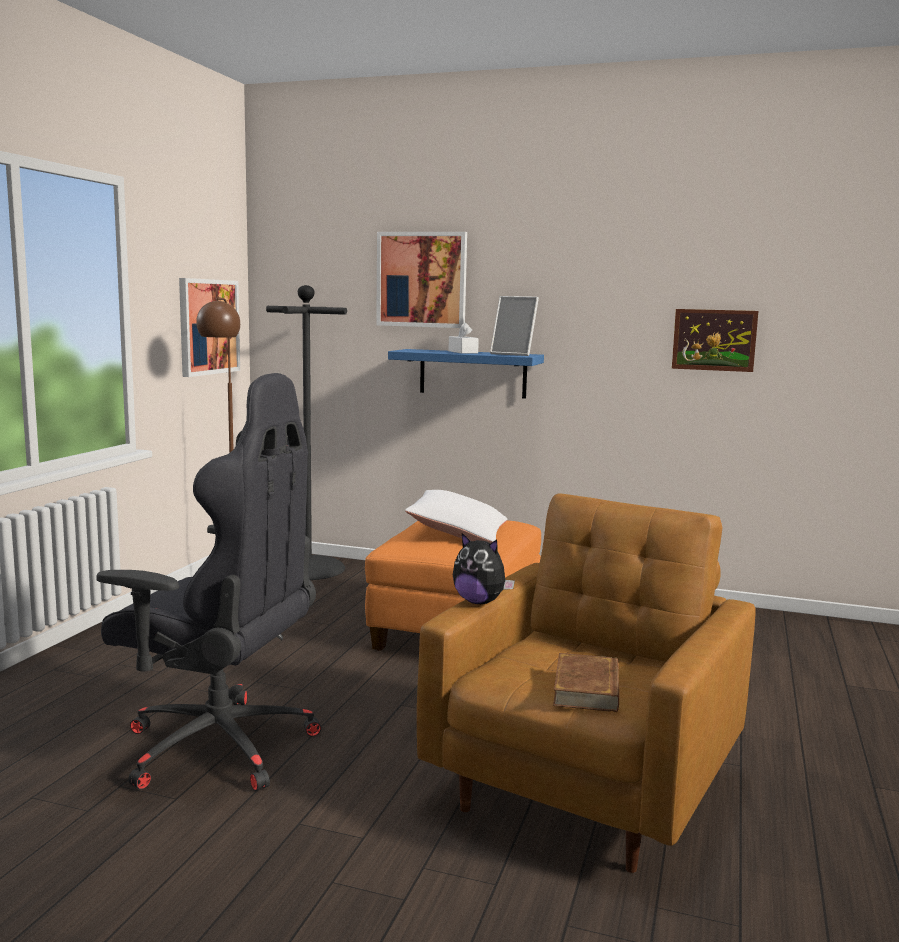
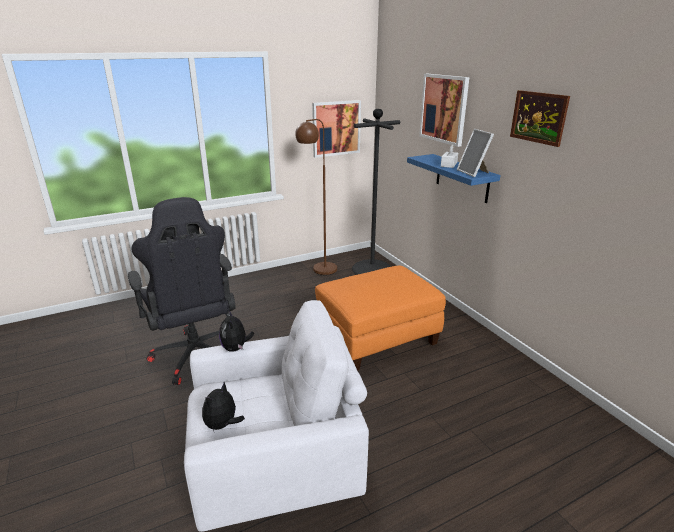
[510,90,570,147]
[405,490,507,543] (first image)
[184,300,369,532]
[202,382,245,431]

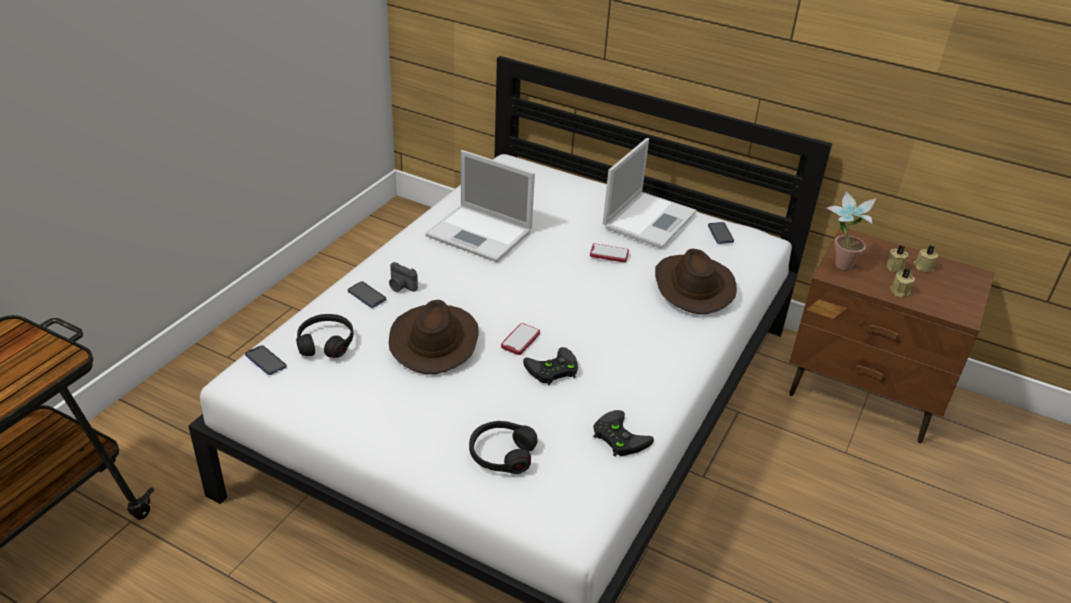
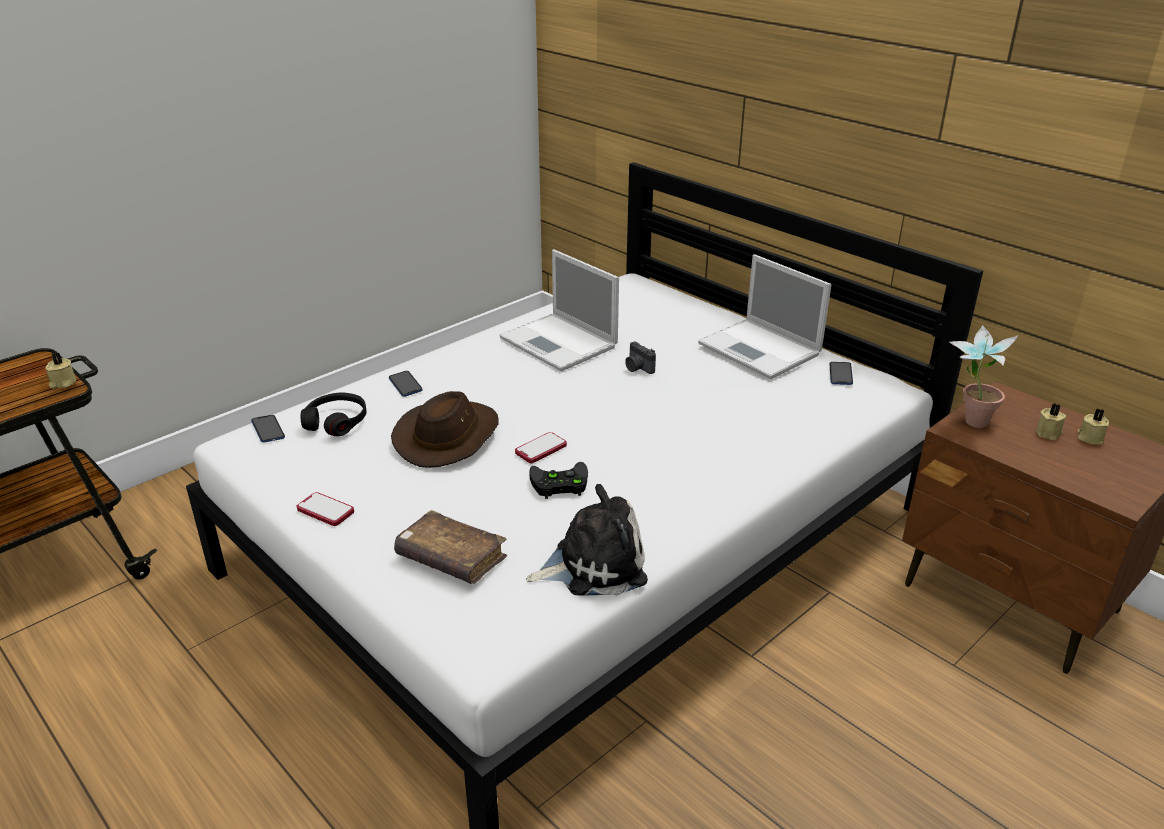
[698,254,831,379]
[297,492,354,526]
[655,249,737,315] (first image)
[625,342,656,374]
[45,353,76,389]
[526,484,648,595]
[394,510,507,584]

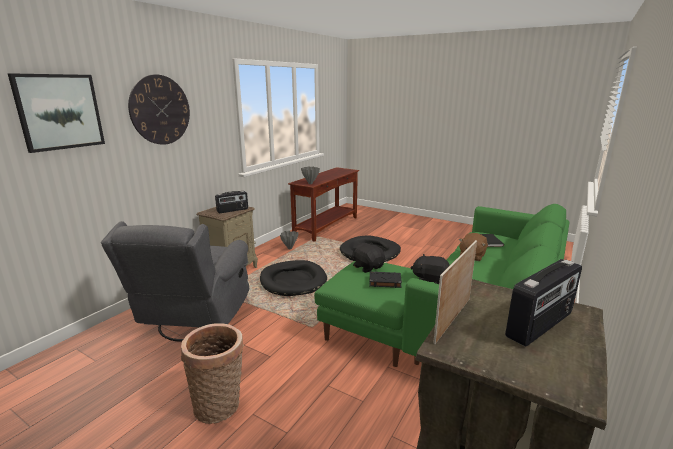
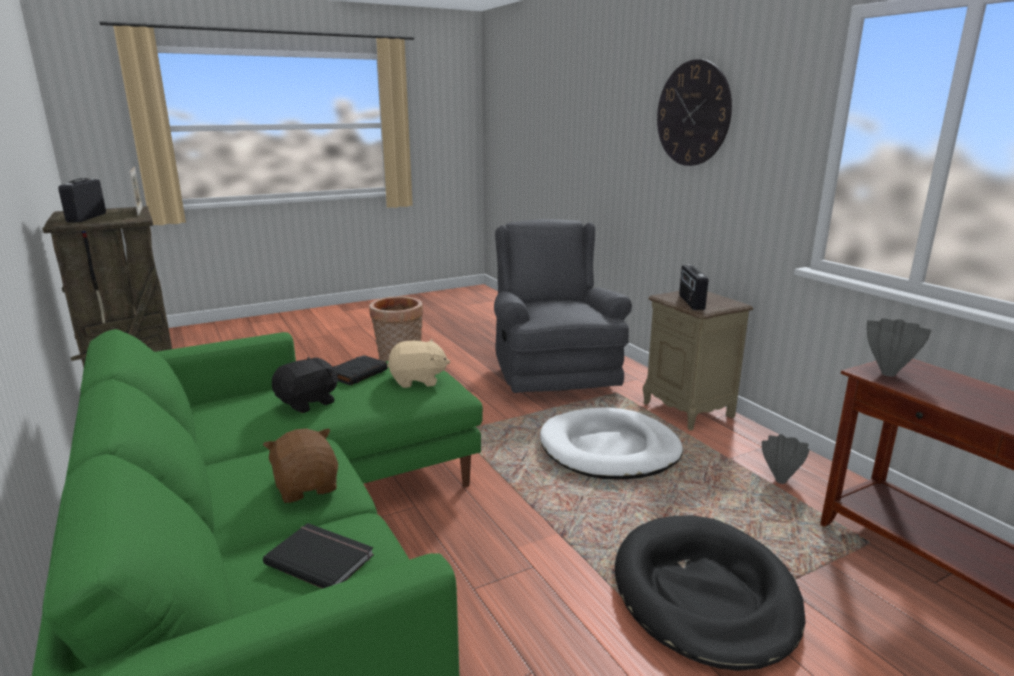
[8,73,105,153] (first image)
[494,219,632,393]
[387,339,450,388]
[540,407,683,479]

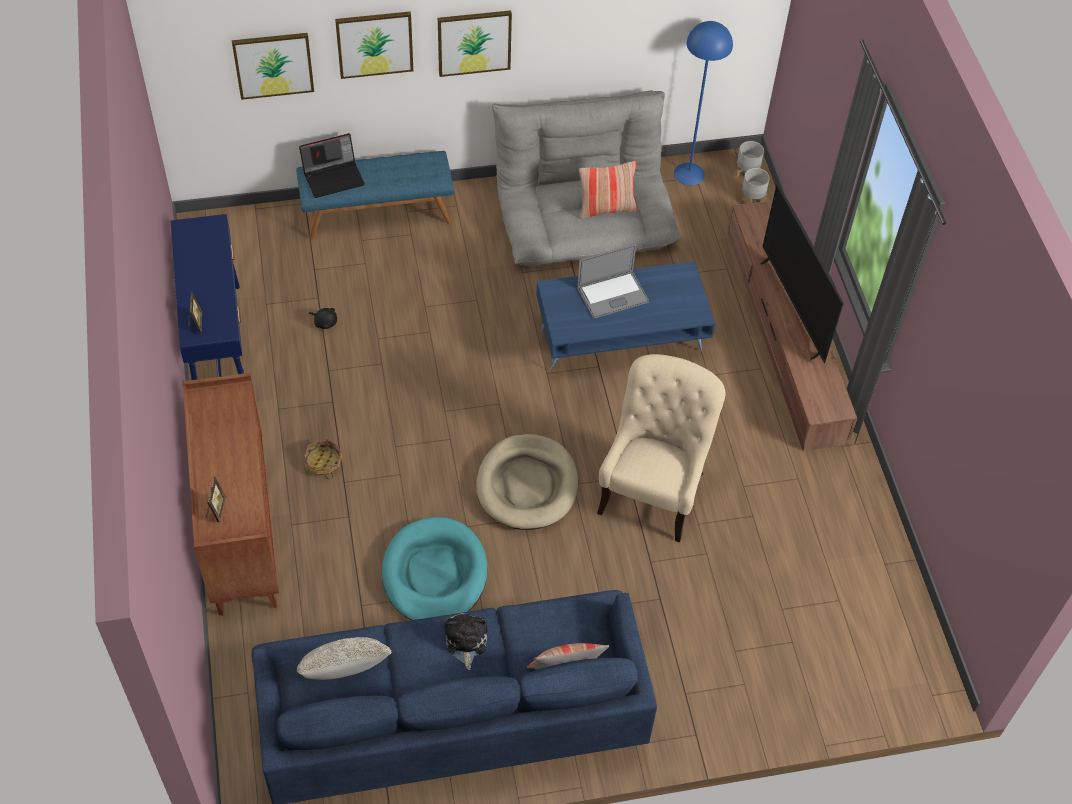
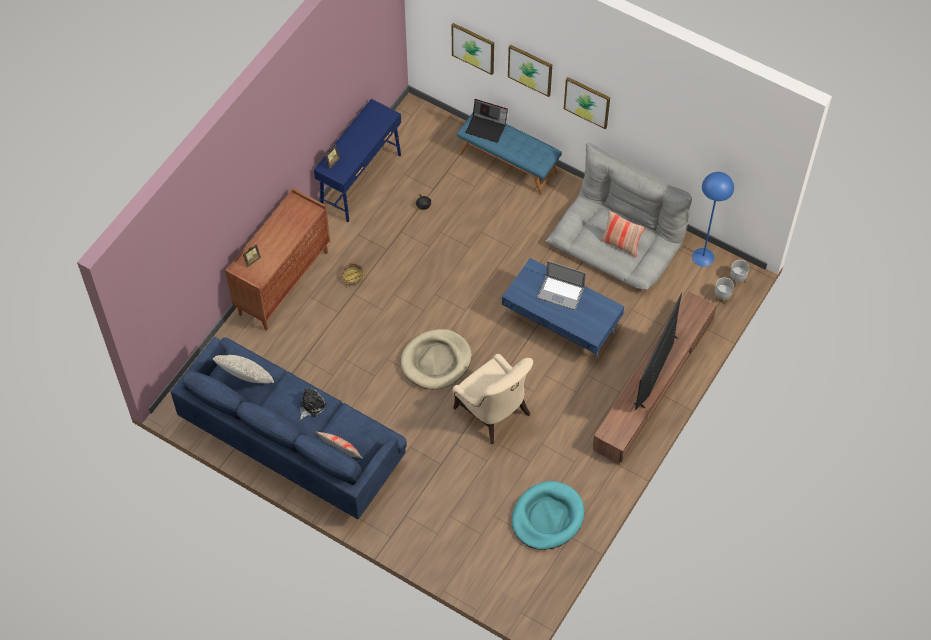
[452,354,533,444]
[512,481,585,550]

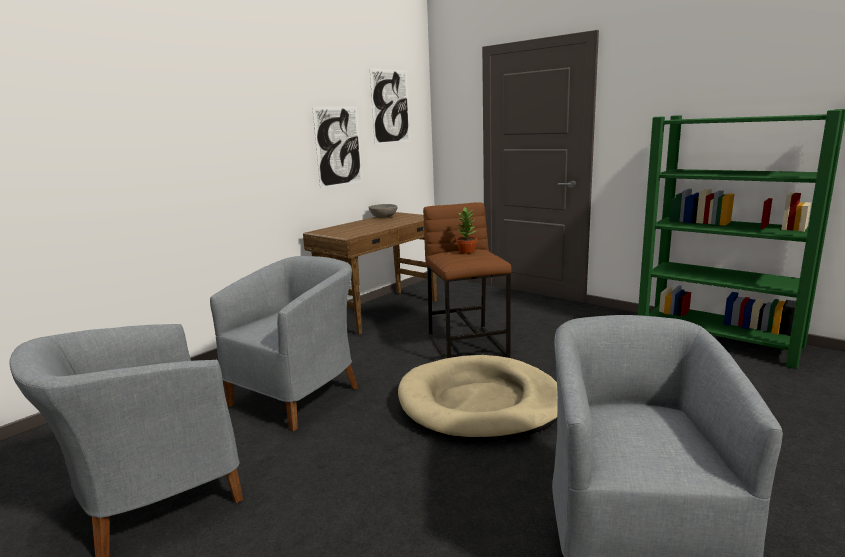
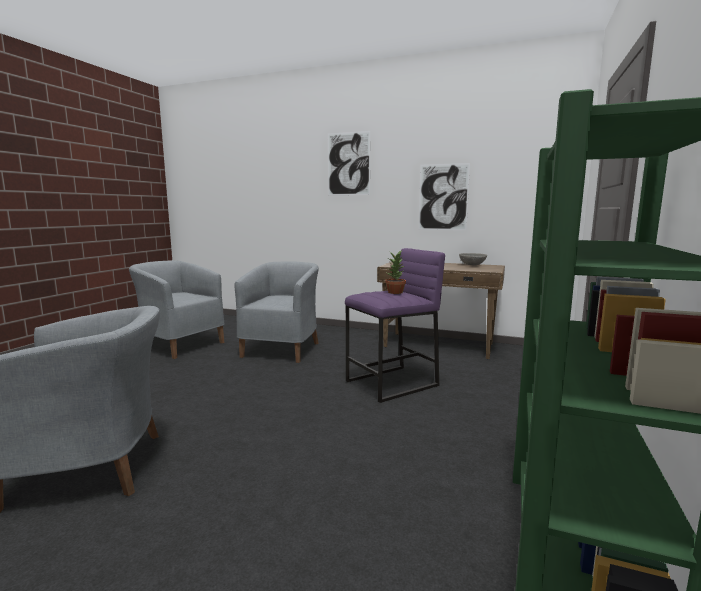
[328,131,371,195]
[345,248,445,403]
[235,261,319,363]
[398,355,558,441] (first image)

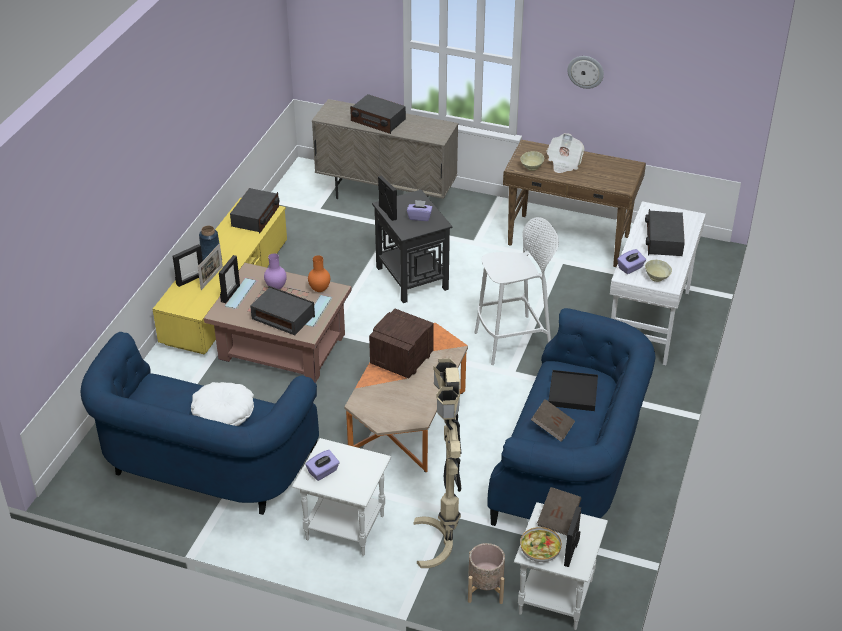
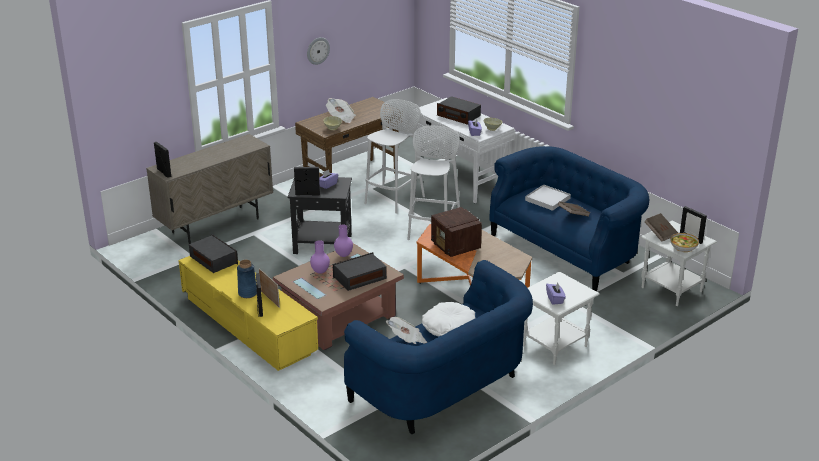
[350,94,406,134] (first image)
[154,142,171,178]
[334,225,353,257]
[414,358,462,568] (first image)
[525,184,571,211]
[468,543,505,604] (first image)
[365,99,425,213]
[386,317,427,344]

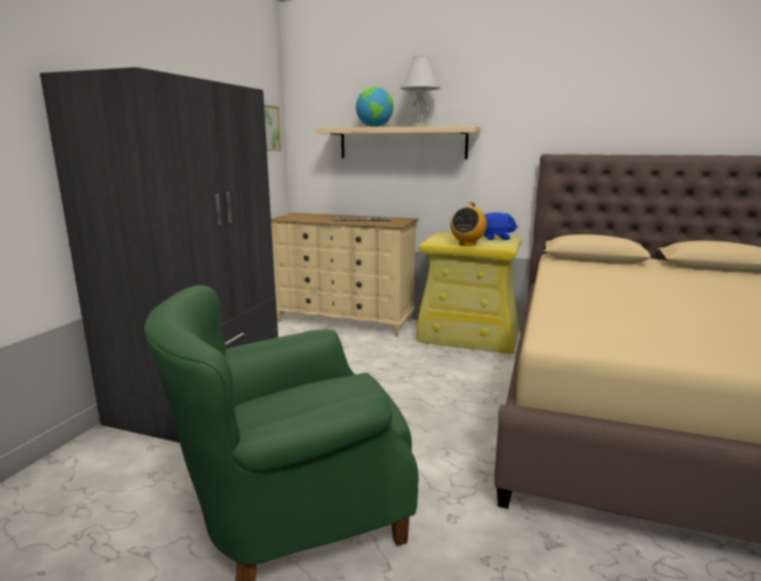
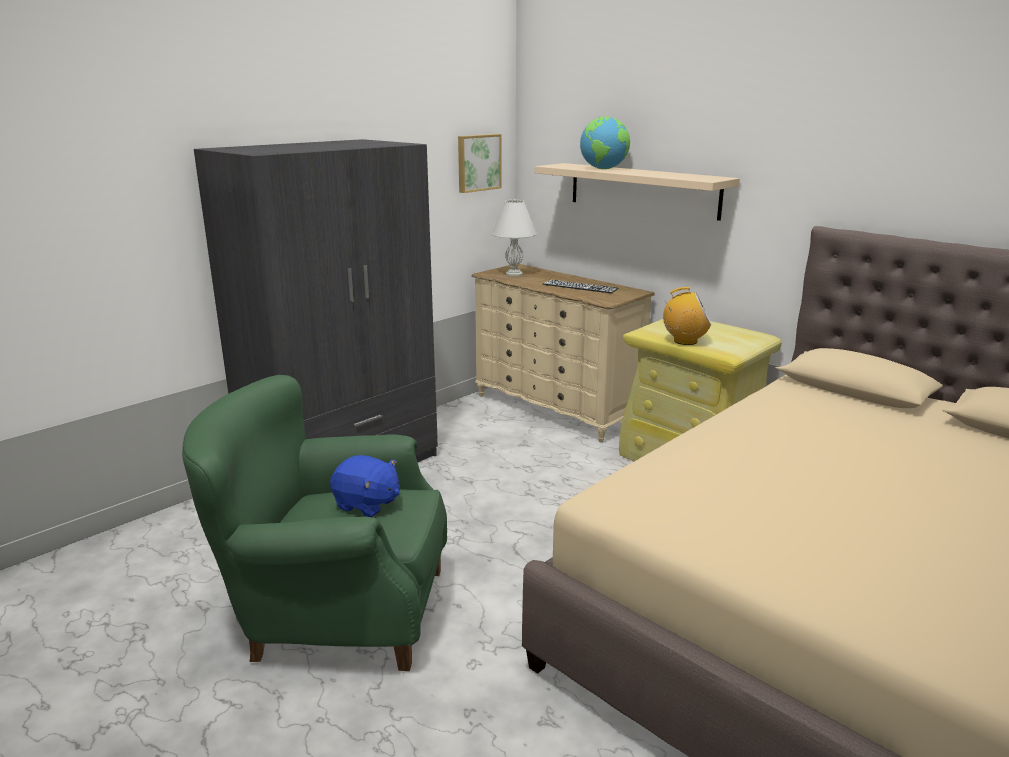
[492,199,537,276]
[663,287,711,345]
[330,455,400,517]

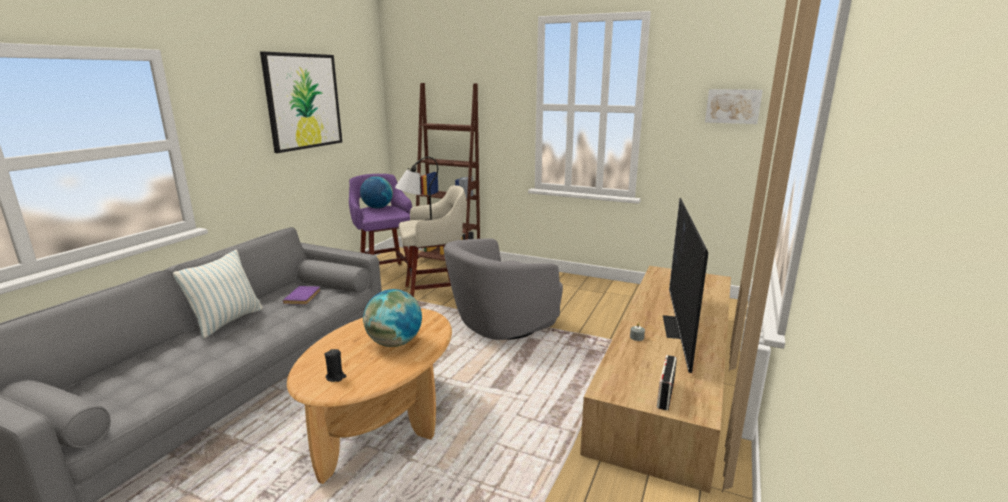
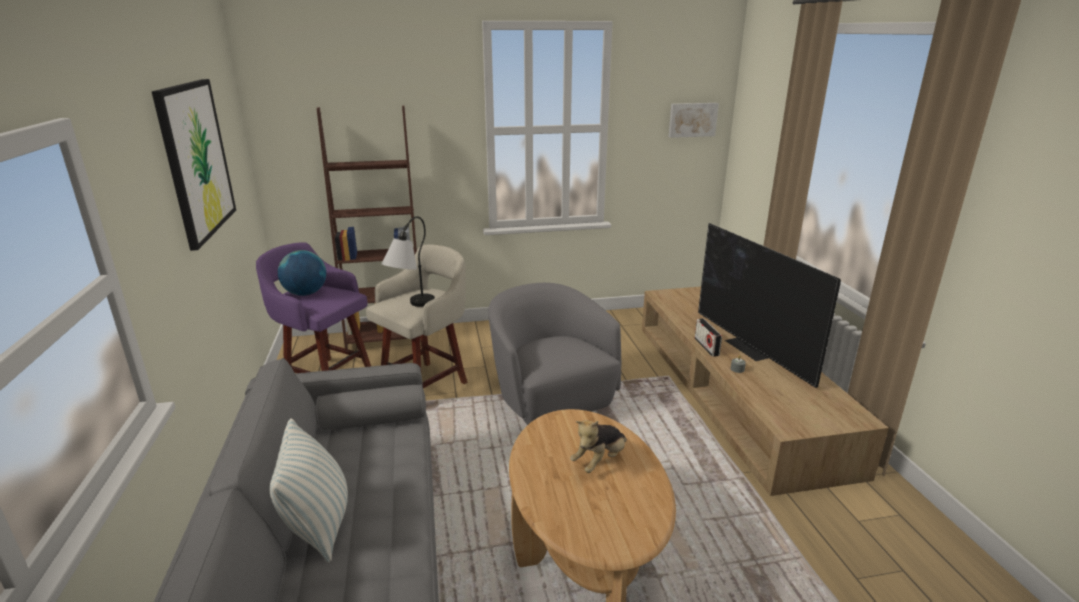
[488,283,621,425]
[283,286,321,305] (first image)
[570,420,627,473]
[325,349,346,382] (first image)
[695,318,722,357]

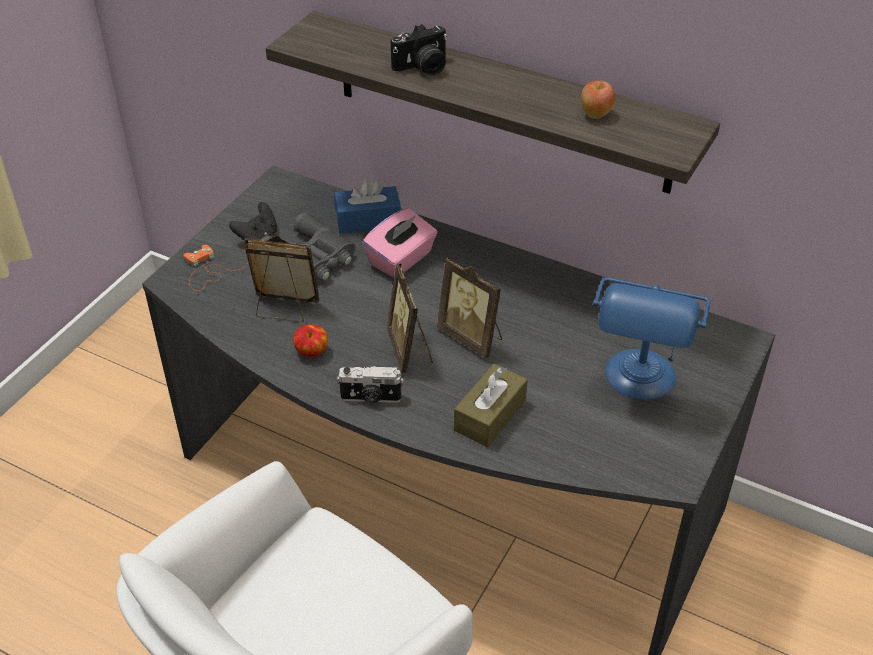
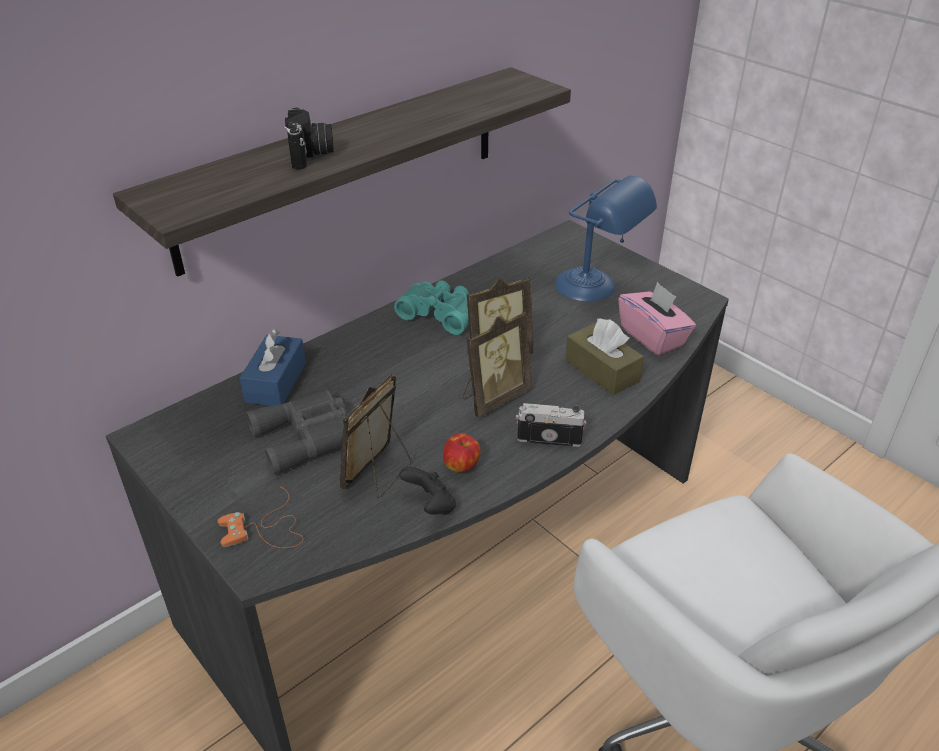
[581,81,615,119] (first image)
[399,467,456,515]
[618,282,696,355]
[463,311,532,418]
[516,403,587,447]
[394,280,469,335]

